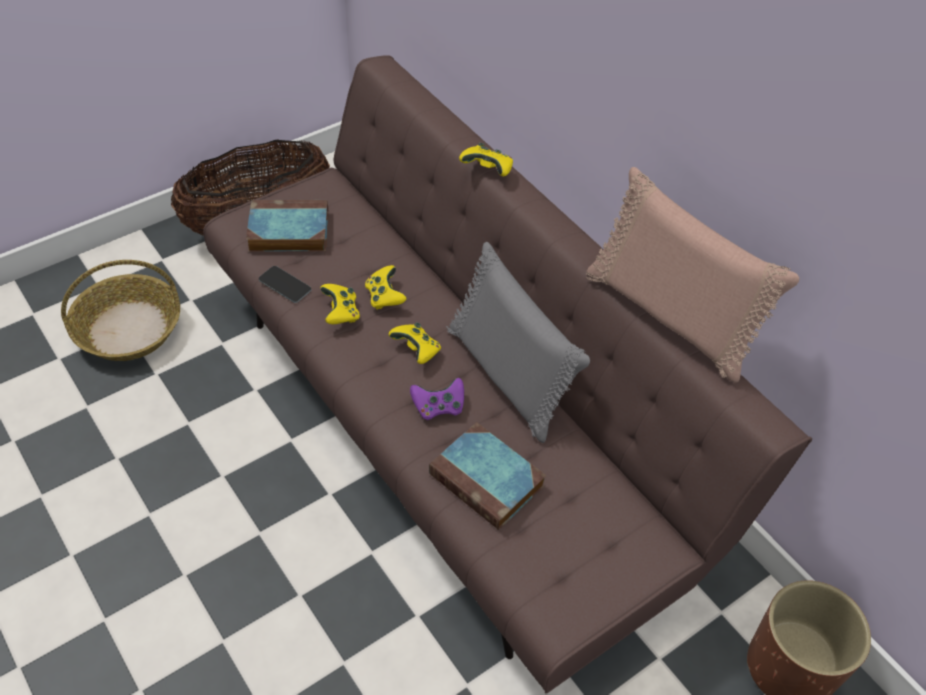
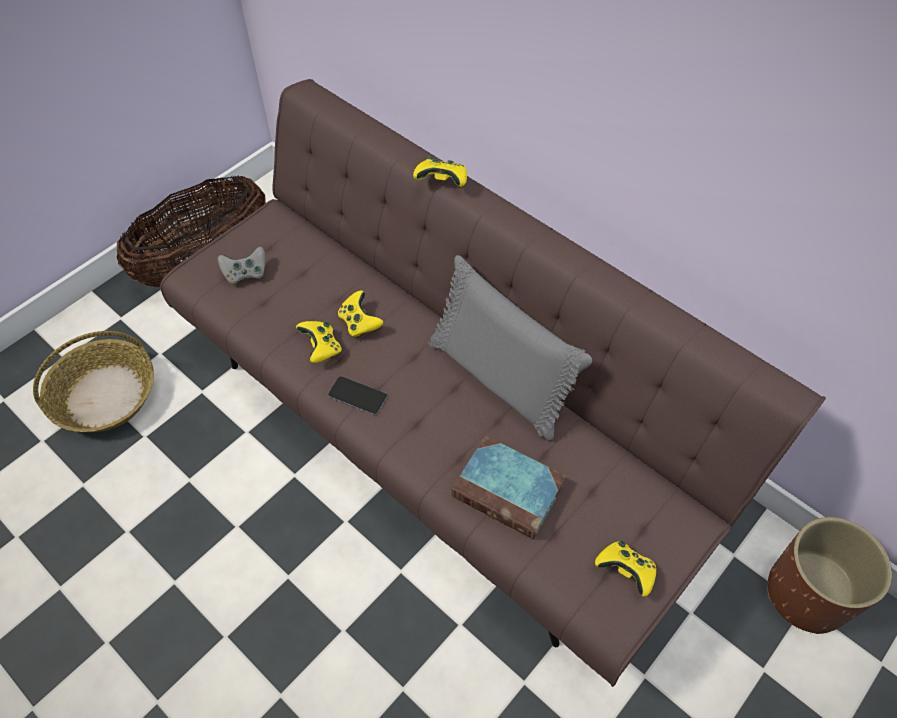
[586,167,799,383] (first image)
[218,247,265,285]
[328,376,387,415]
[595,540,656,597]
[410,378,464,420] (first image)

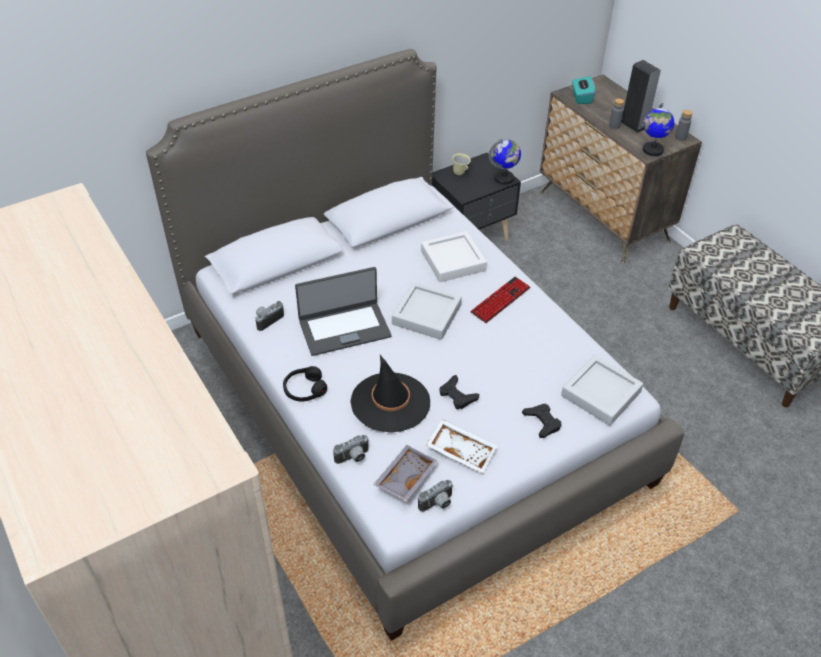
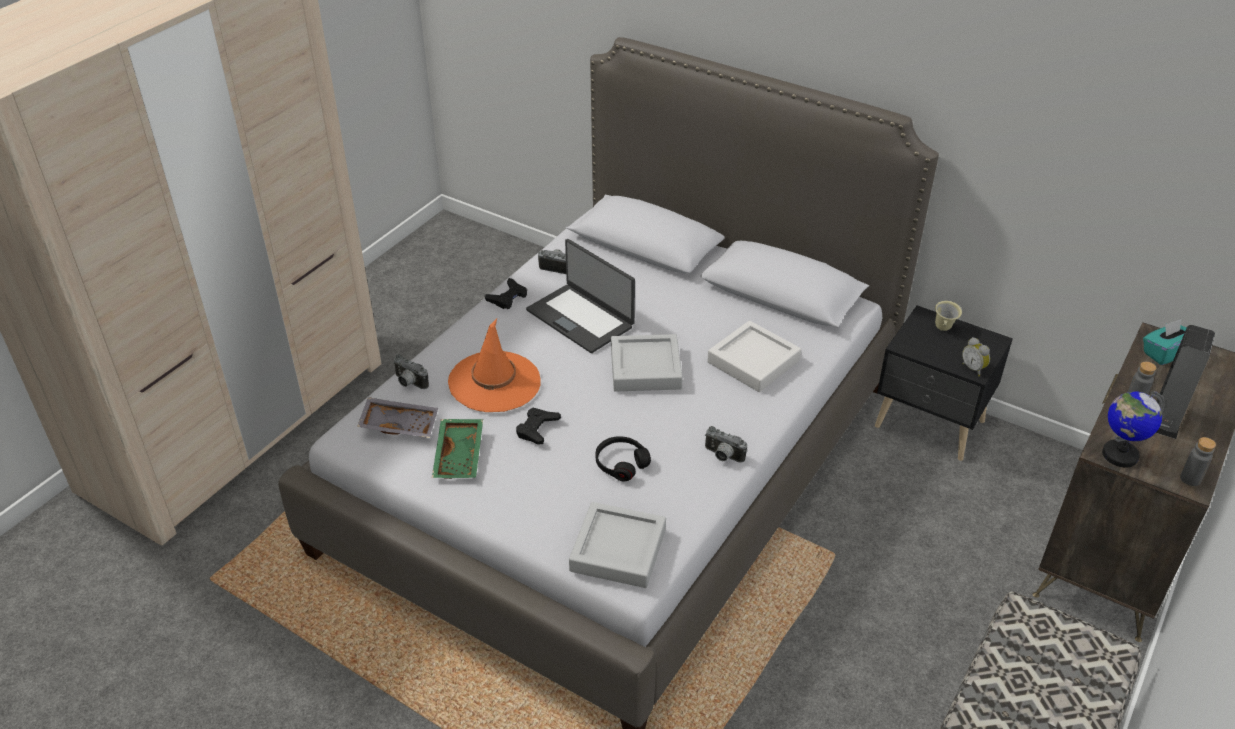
[962,337,990,376]
[470,277,531,323] (first image)
[448,319,541,412]
[596,436,651,481]
[485,278,527,309]
[432,419,483,479]
[705,426,747,463]

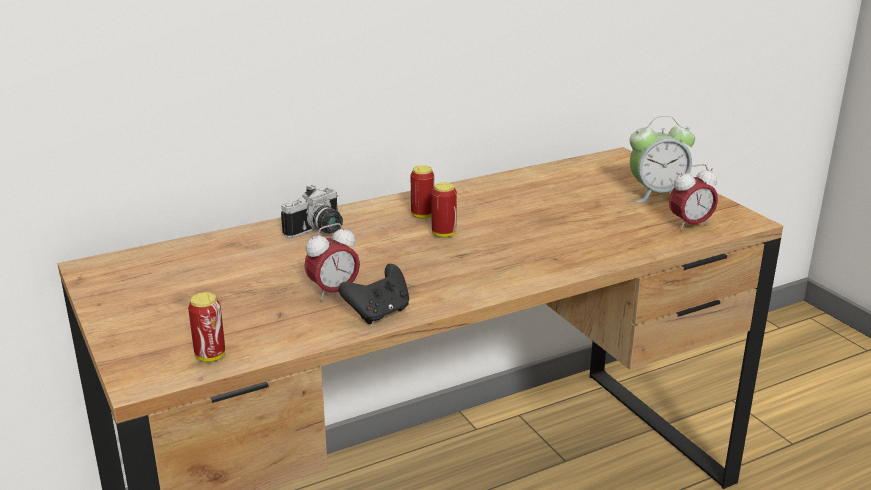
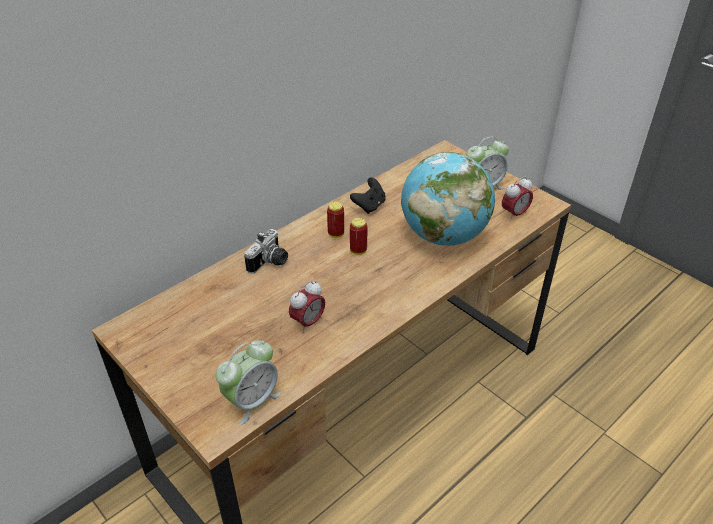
[350,177,385,214]
[216,341,281,425]
[401,152,495,246]

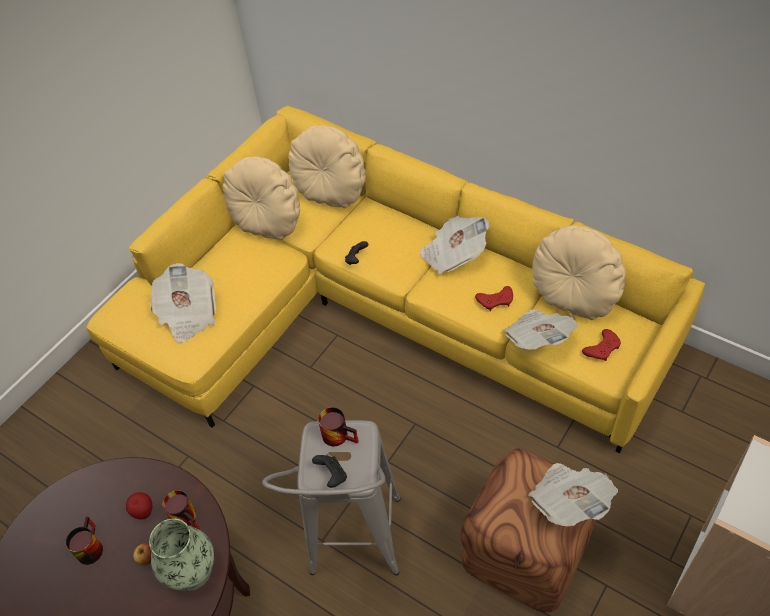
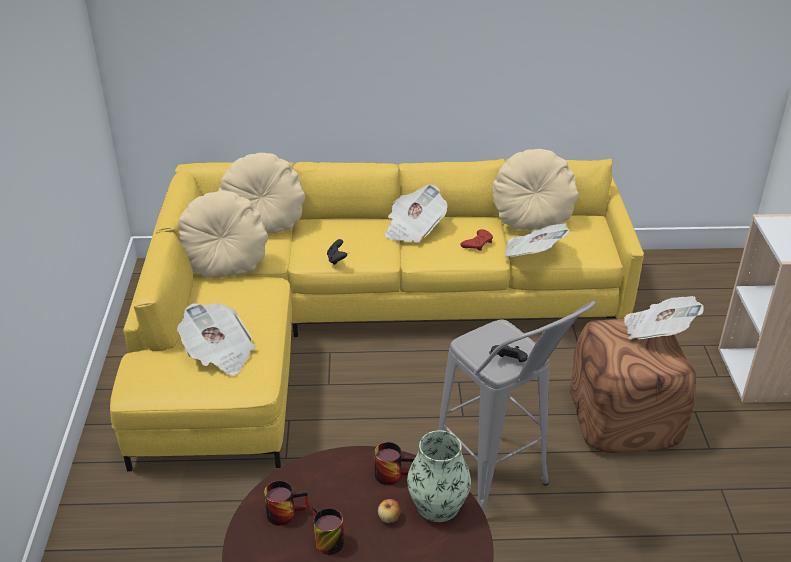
[582,329,621,361] (first image)
[264,481,309,526]
[126,492,153,519] (first image)

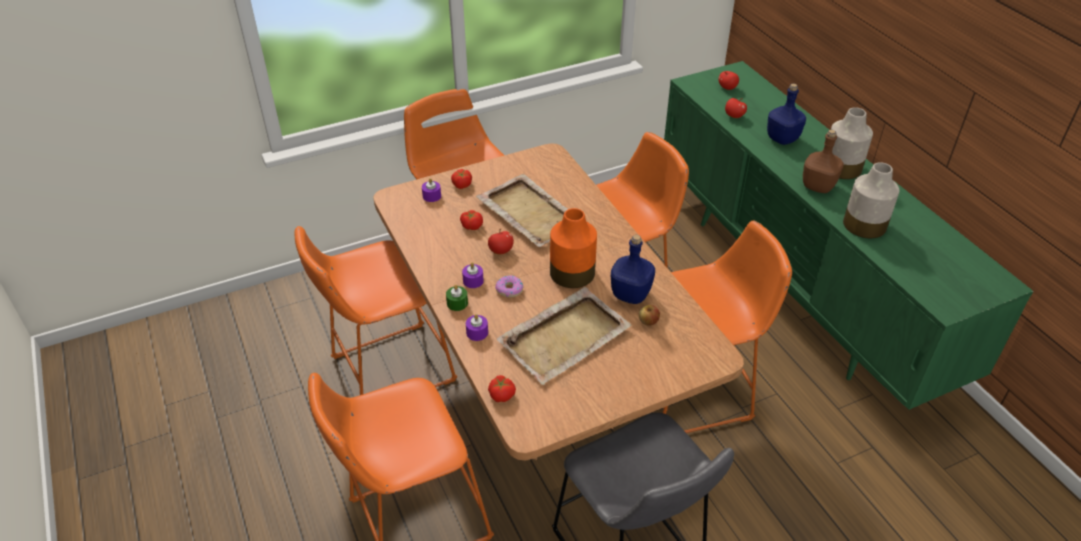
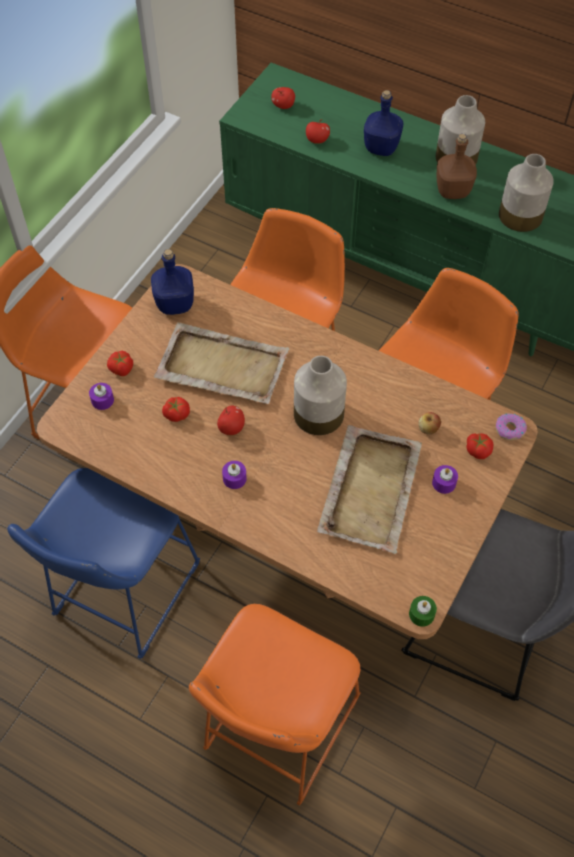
[294,356,347,435]
[7,468,200,659]
[151,249,194,315]
[496,414,527,440]
[409,596,437,627]
[432,465,458,494]
[466,433,493,459]

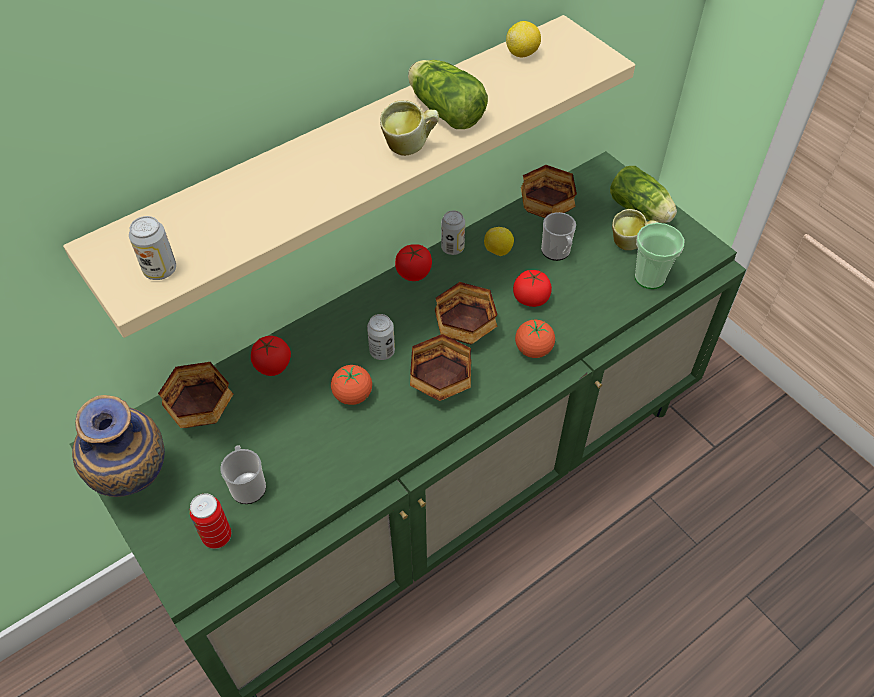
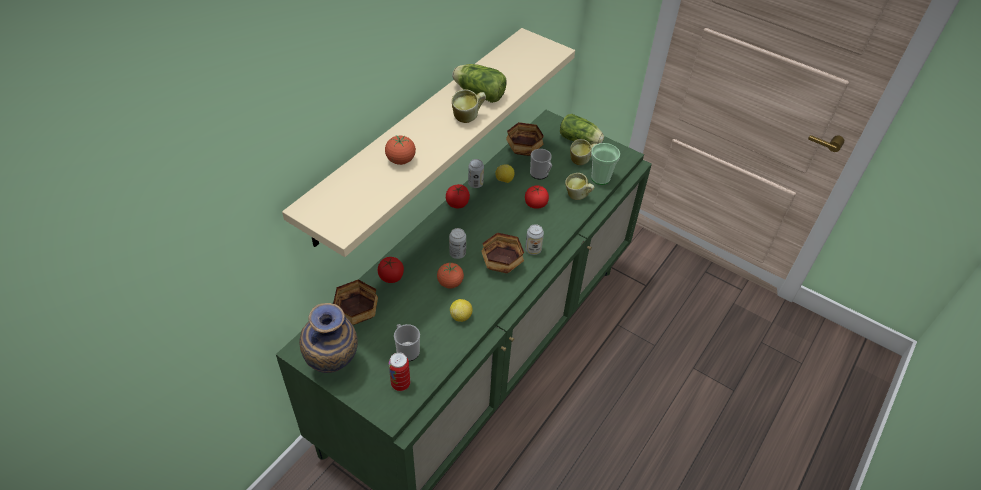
[450,299,473,322]
[525,224,544,255]
[435,282,498,344] (first image)
[385,135,416,165]
[565,173,595,200]

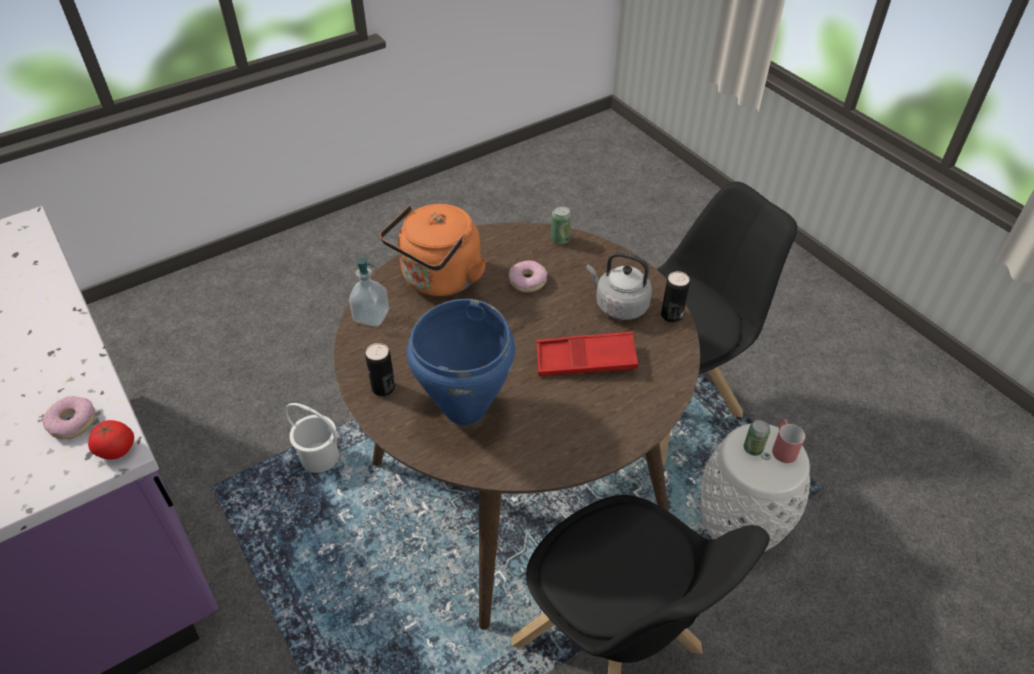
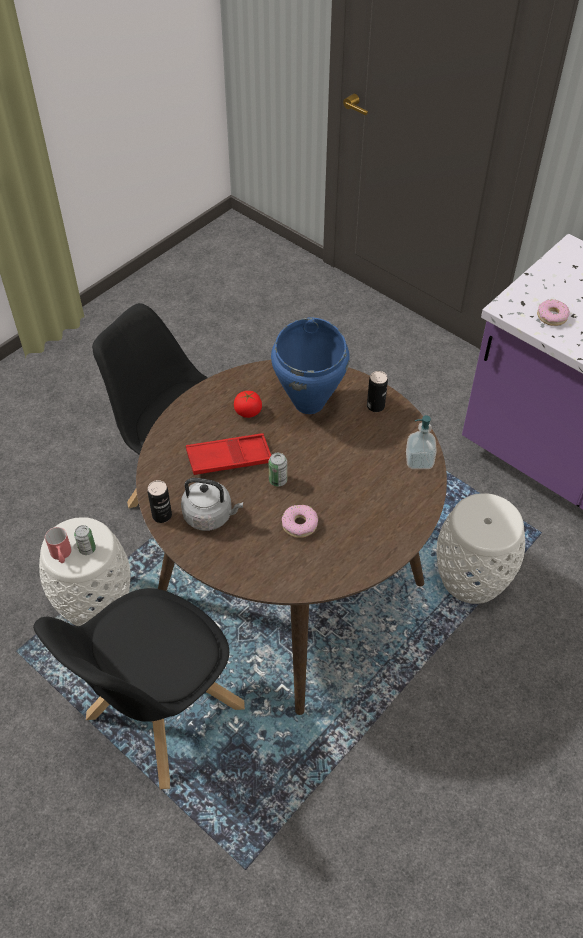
[380,204,487,296] (first image)
[268,453,287,487]
[437,493,525,604]
[234,391,262,418]

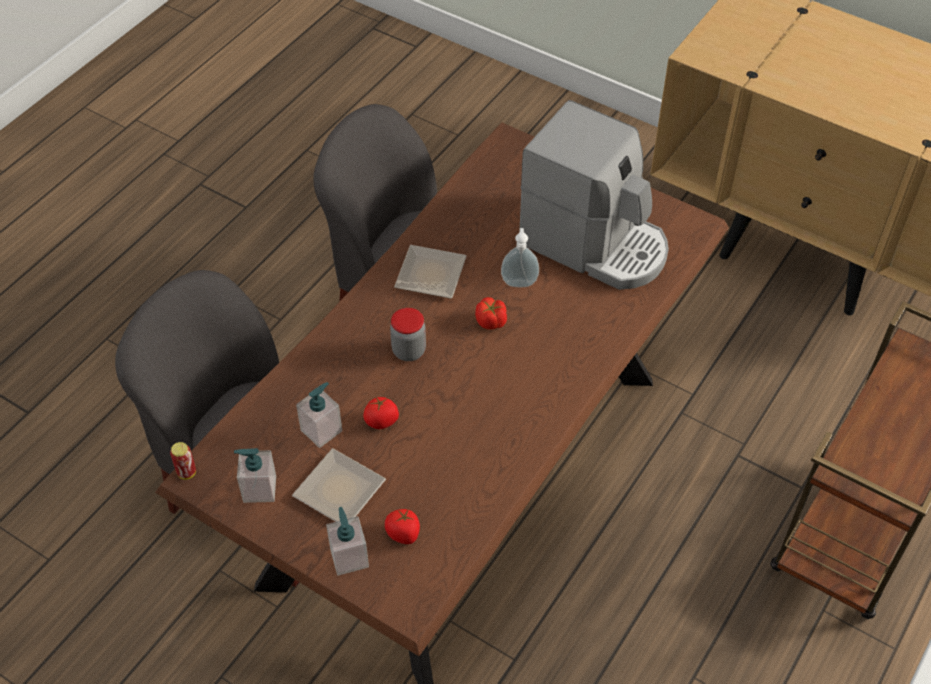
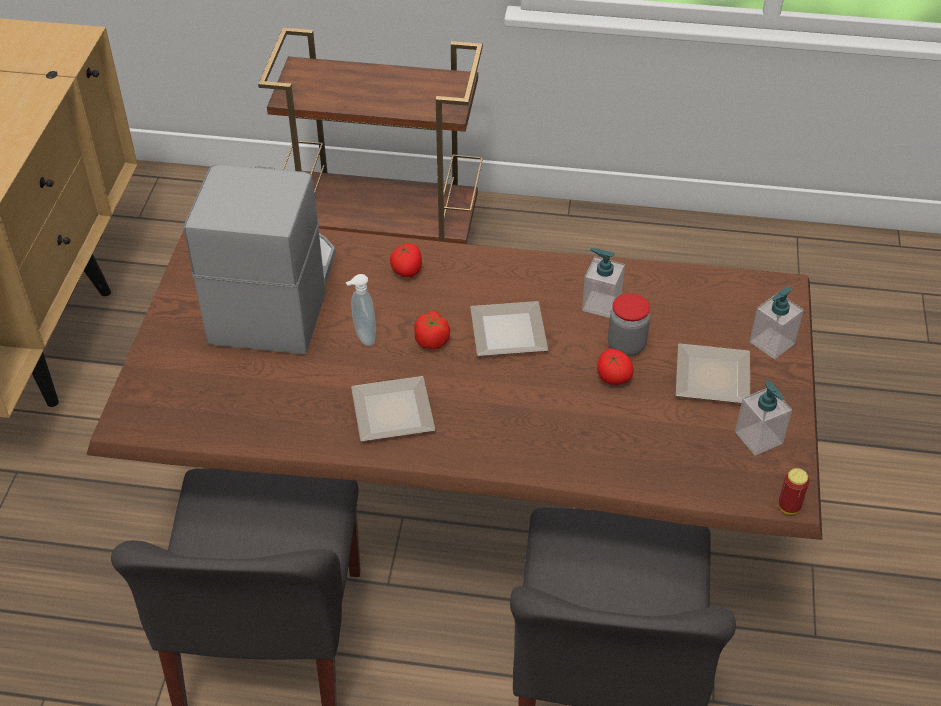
[608,293,650,356]
[582,248,625,318]
[390,243,422,277]
[470,301,548,356]

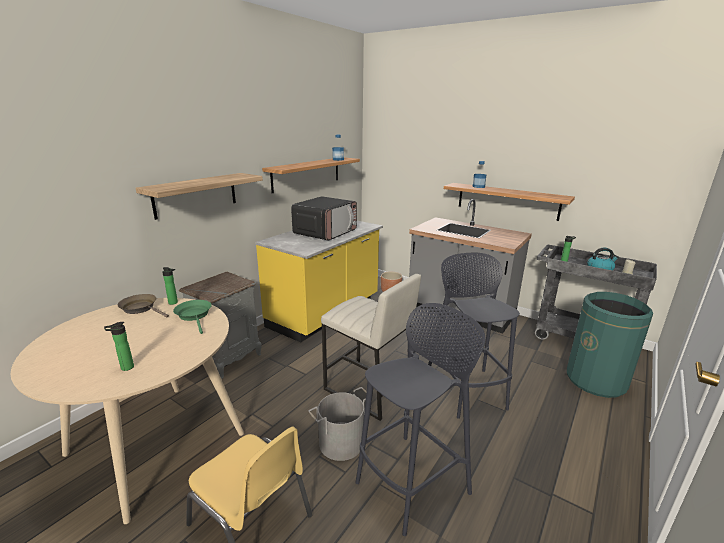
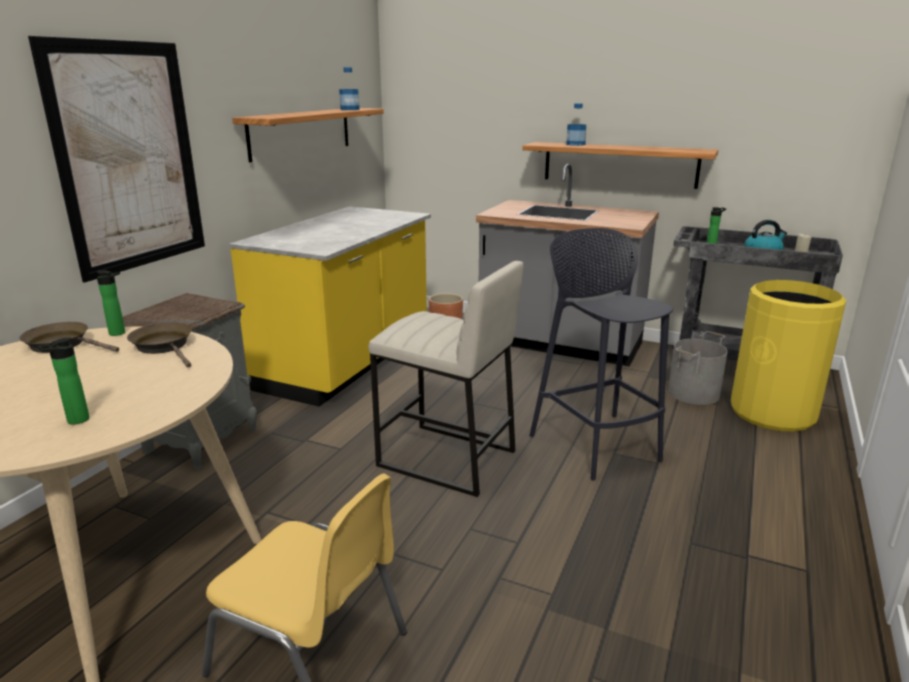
[28,36,205,283]
[291,196,357,241] (first image)
[731,280,846,432]
[127,323,192,367]
[356,303,486,536] (first image)
[668,331,728,405]

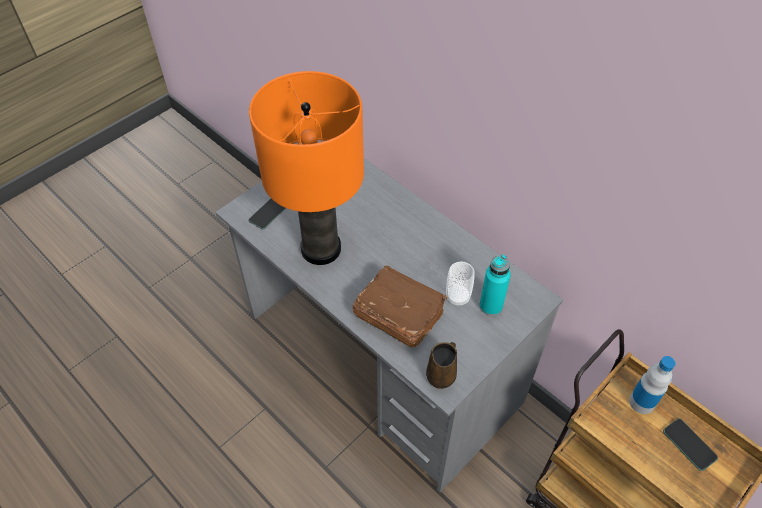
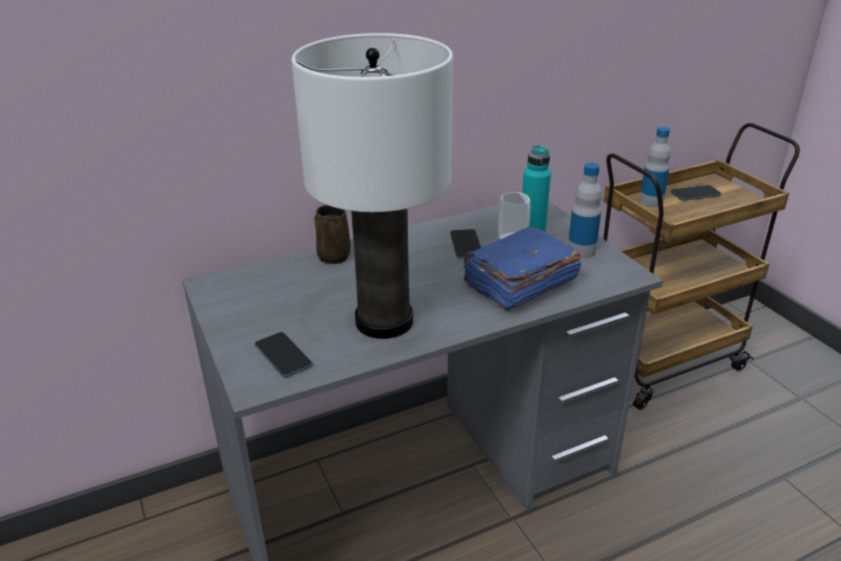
[292,33,453,339]
[463,227,582,312]
[315,205,351,264]
[568,163,602,258]
[450,229,481,259]

